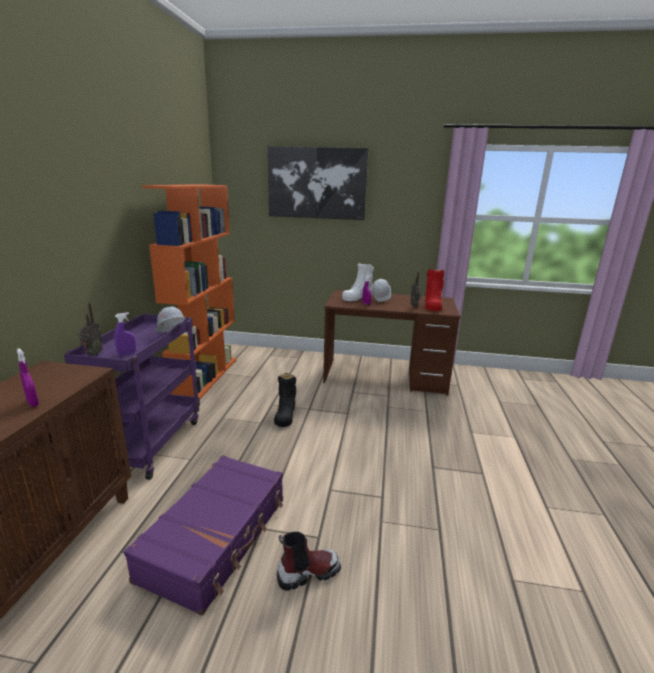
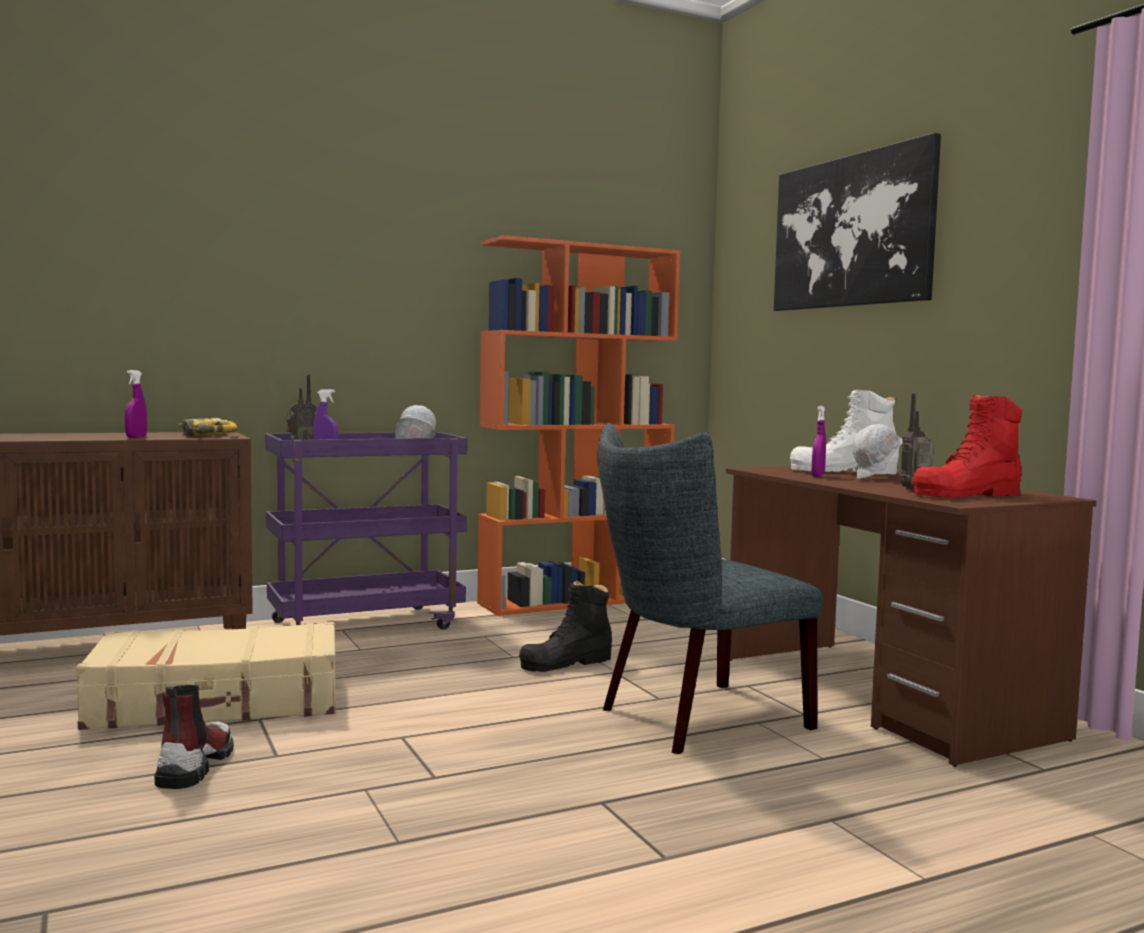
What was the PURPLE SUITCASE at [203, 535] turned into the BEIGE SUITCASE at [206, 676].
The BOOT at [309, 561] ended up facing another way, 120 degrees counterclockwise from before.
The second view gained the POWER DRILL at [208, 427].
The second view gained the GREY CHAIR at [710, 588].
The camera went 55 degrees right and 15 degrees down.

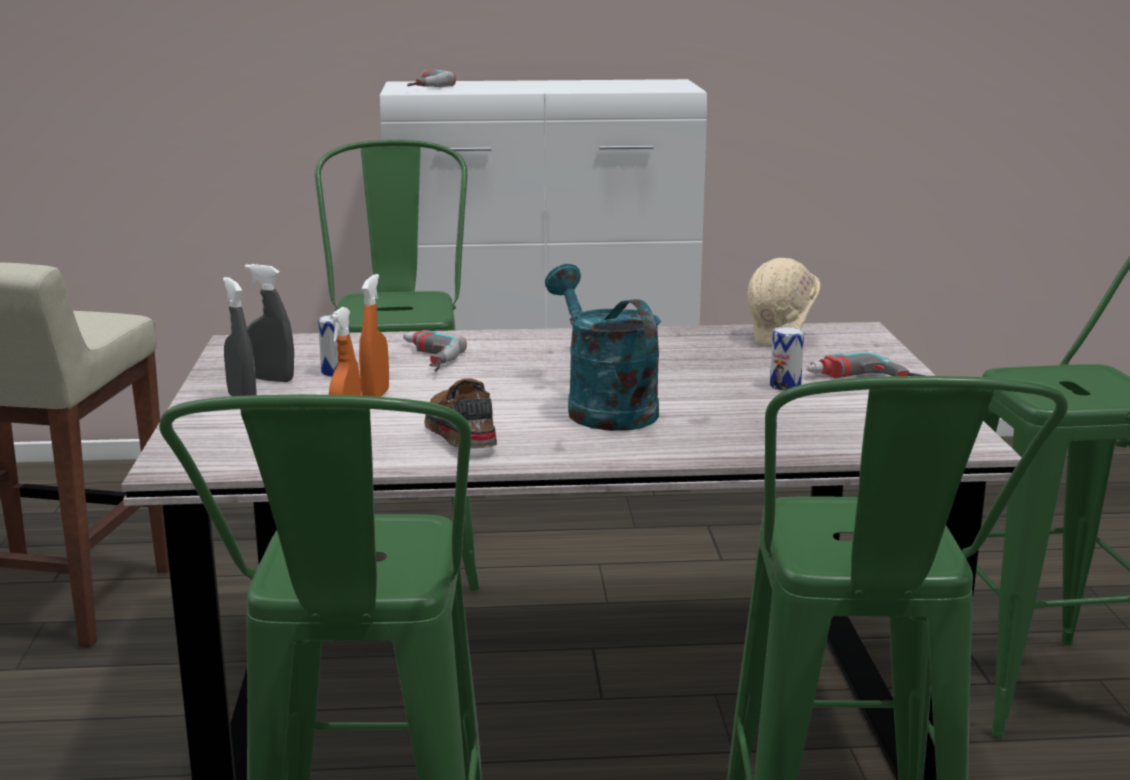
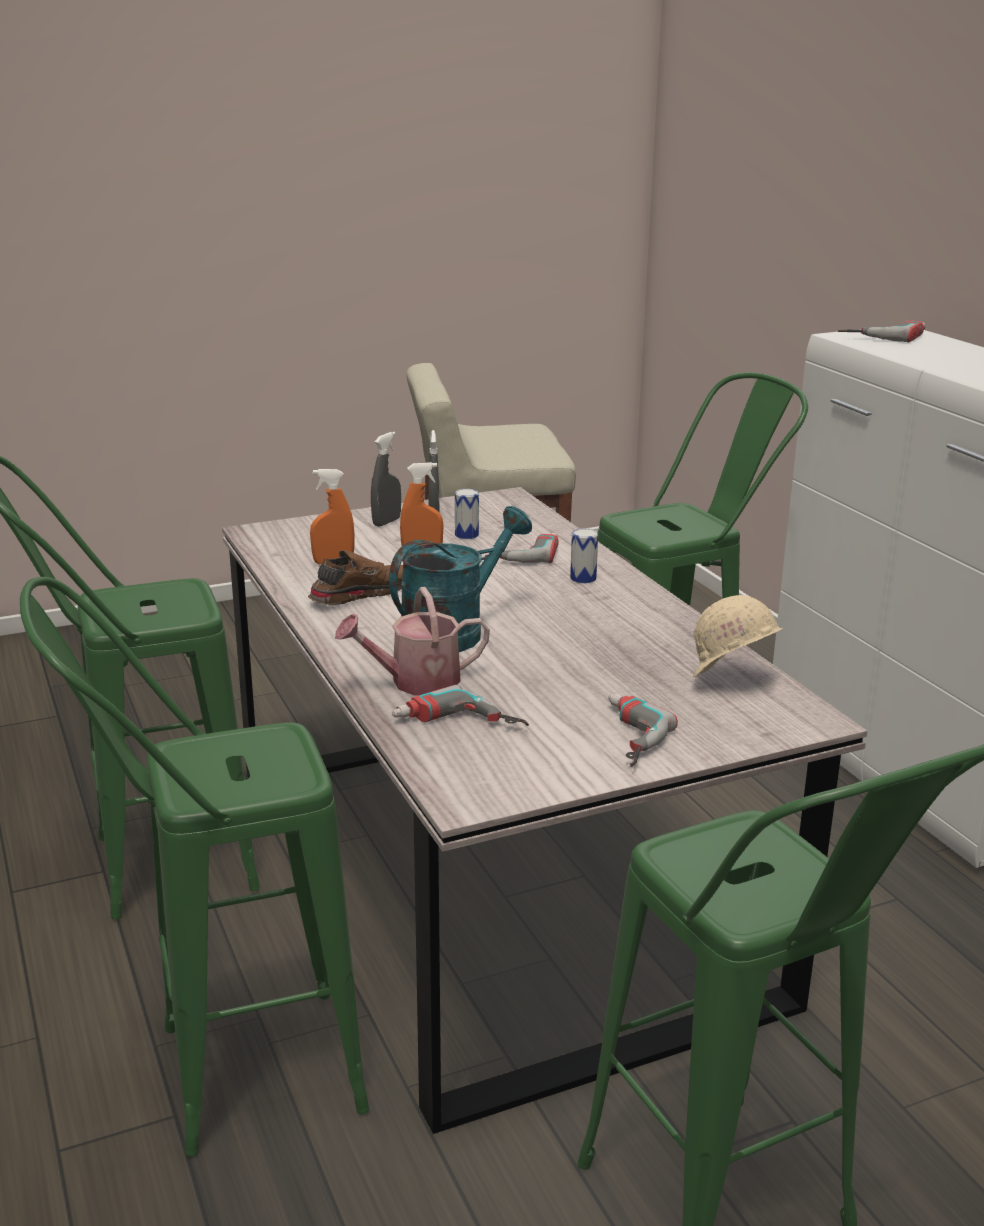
The CAN ended up elsewhere, having gone from [787, 358] to [584, 555].
The second view gained the WATERING CAN at [412, 641].
The second view gained the POWER DRILL at [460, 705].
The camera went 70 degrees right and 5 degrees up.

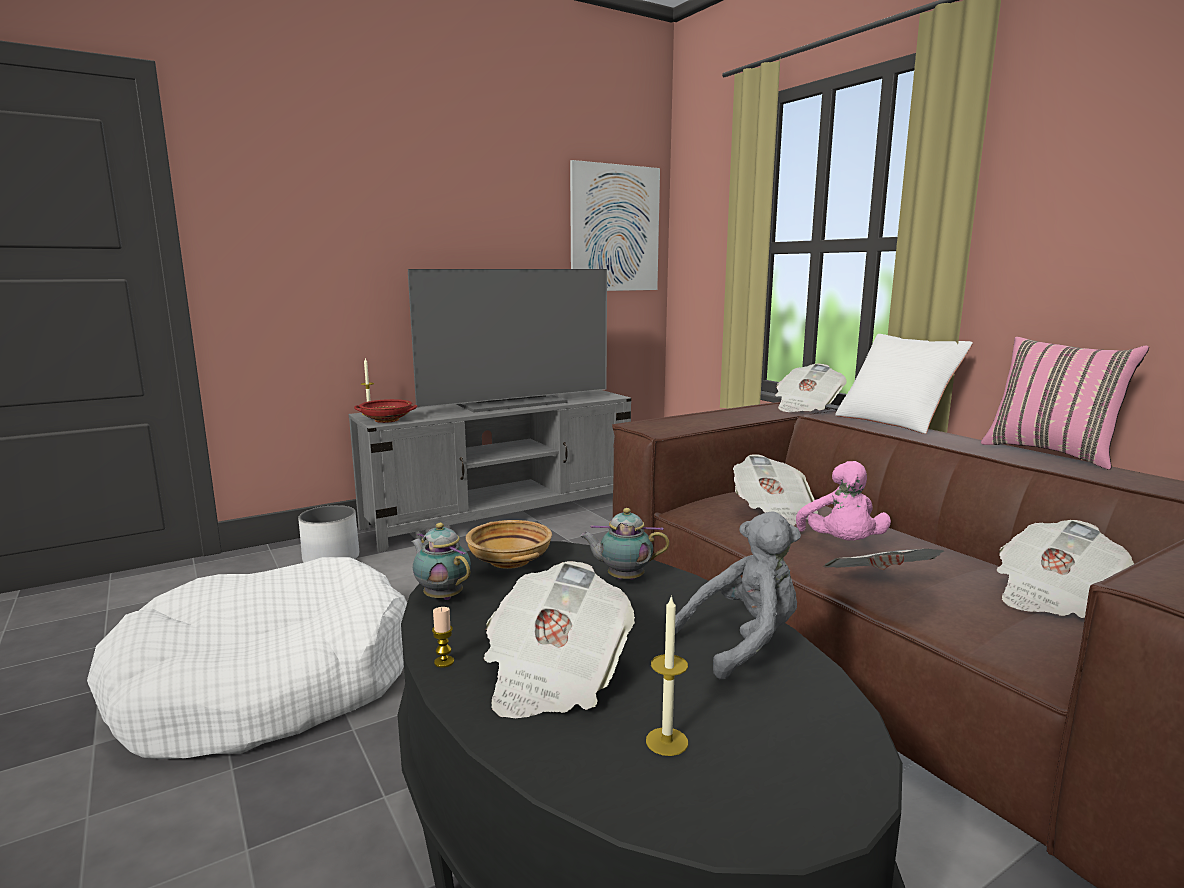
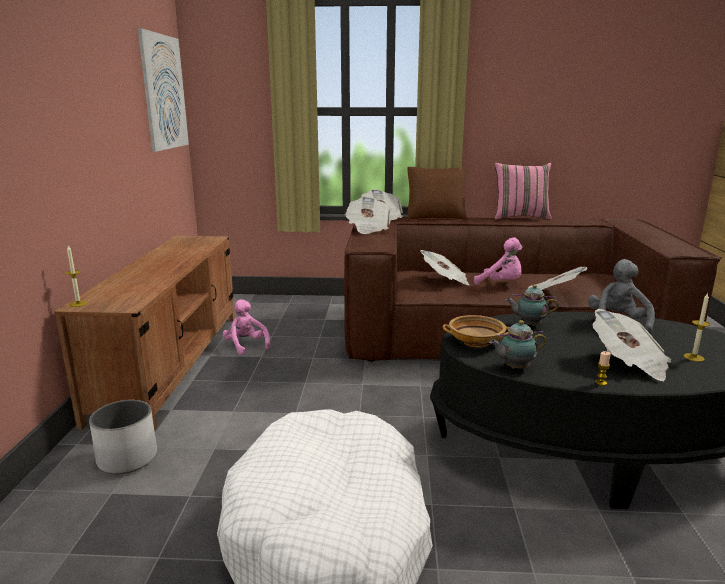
The second view lost the TELEVISION at [507, 341].
What was the WHITE PILLOW at [904, 384] turned into the BROWN PILLOW at [437, 193].
What was the GREY TV STAND at [490, 471] turned into the BROWN TV STAND at [144, 333].
The second view lost the RED BOWL at [386, 411].
The TEAPOT at [625, 544] ended up facing another way, 60 degrees clockwise from before.
The NEWSPAPER ended up elsewhere, having gone from [1065, 569] to [368, 215].
The second view gained the PINK PLUSH TOY at [246, 327].
The camera went 55 degrees left and 5 degrees up.

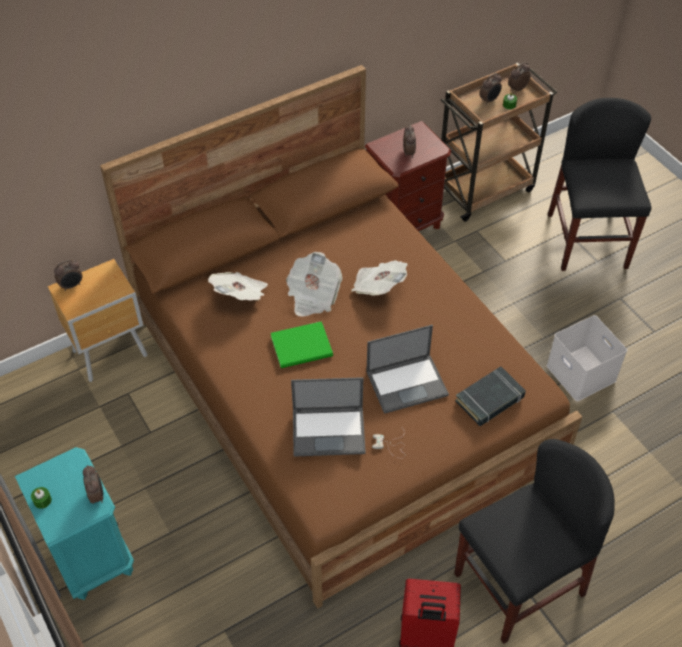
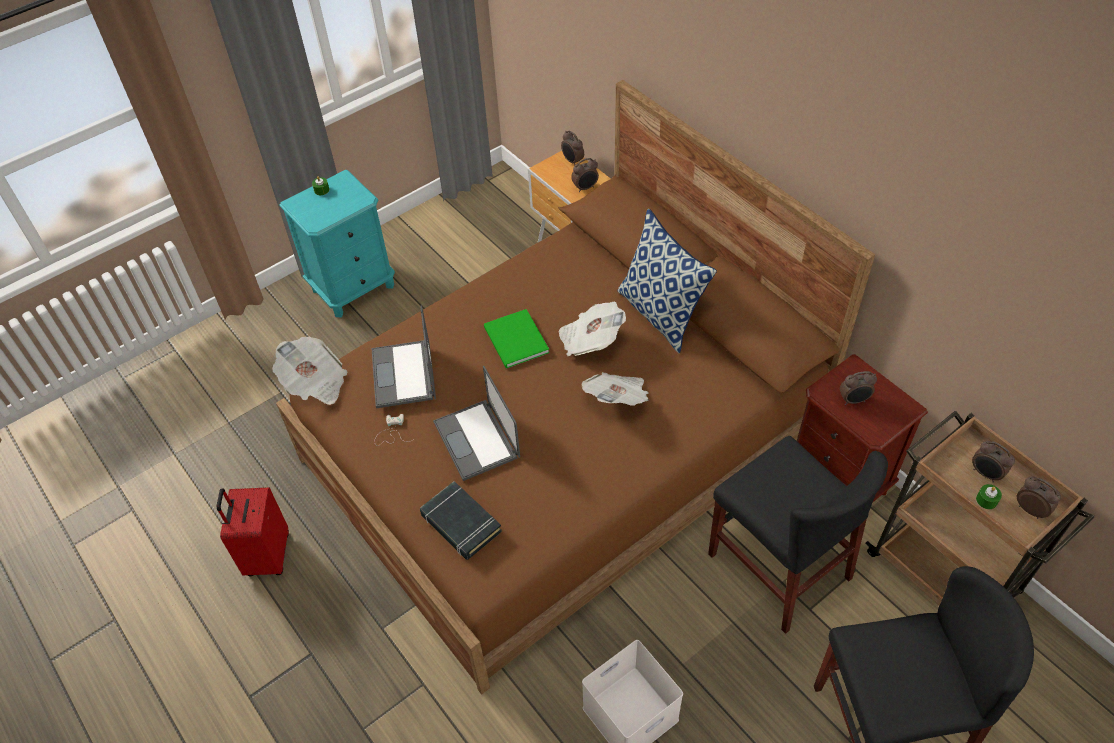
The NEWSPAPER ended up elsewhere, having gone from [238, 286] to [310, 371].
The BLACK CHAIR ended up elsewhere, having gone from [534, 541] to [798, 535].
The ALARM CLOCK ended up elsewhere, having gone from [93, 484] to [585, 175].
The second view gained the PILLOW at [667, 281].
The camera went 85 degrees right and 0 degrees up.

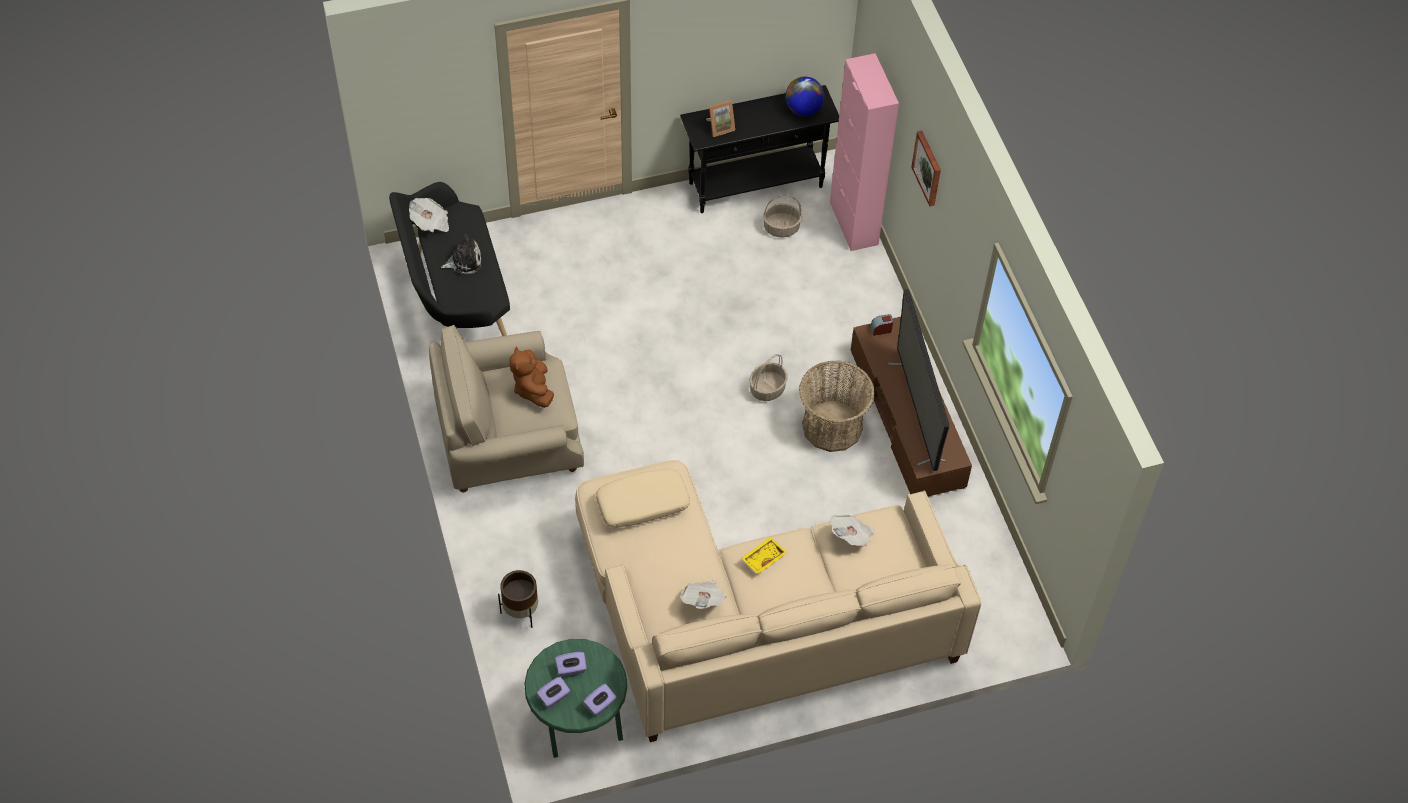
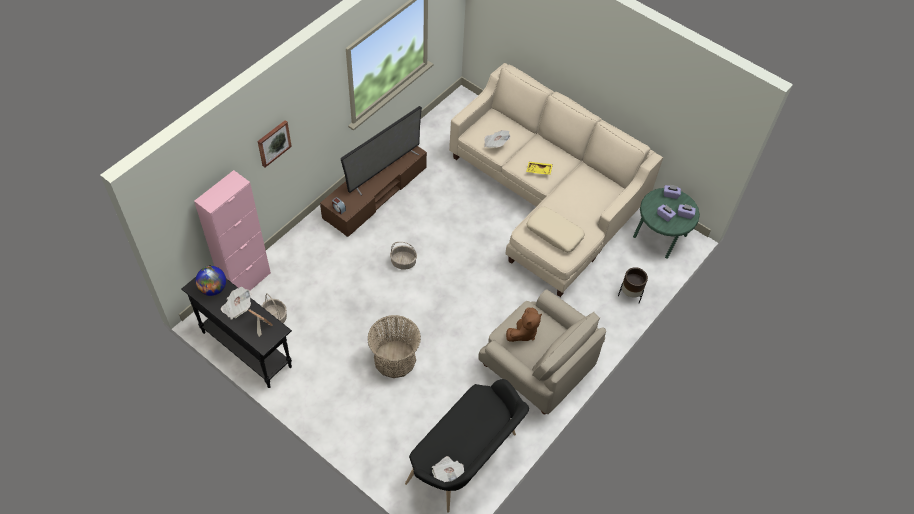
The second view lost the PLUSH TOY at [461, 254].
The BASKET ended up elsewhere, having gone from [837, 406] to [394, 346].
The NEWSPAPER ended up elsewhere, having gone from [703, 594] to [236, 303].
The camera went 125 degrees left and 0 degrees up.

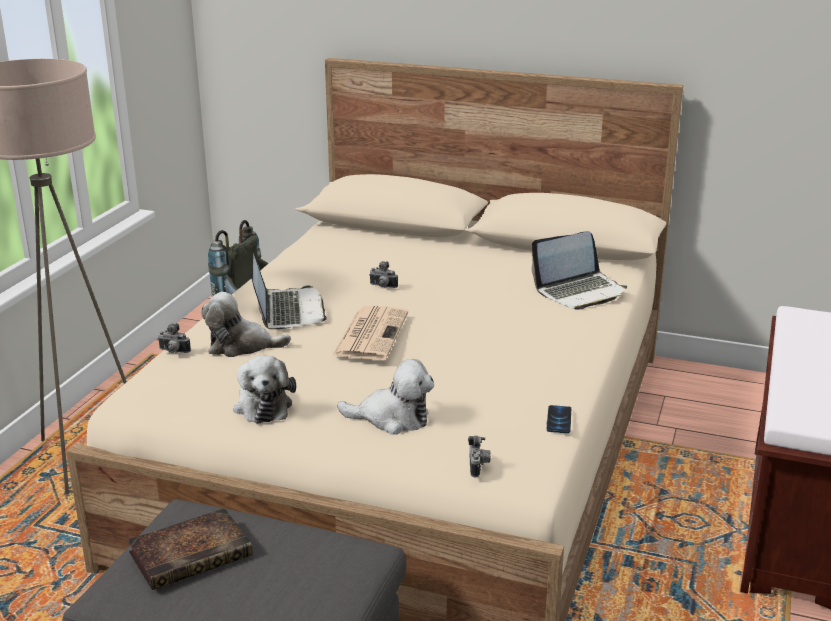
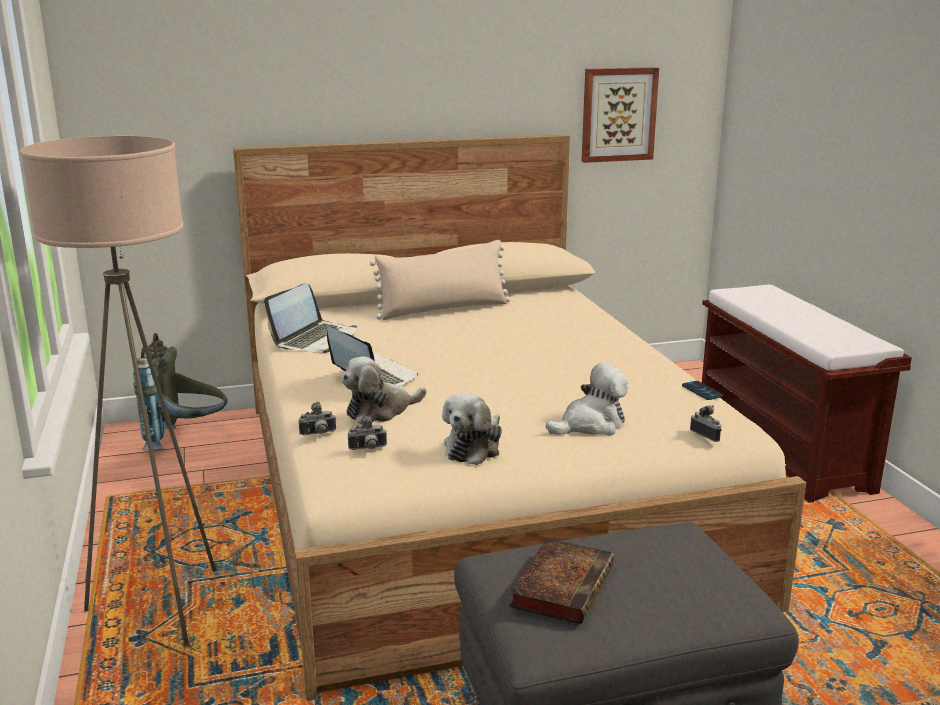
The LAPTOP ended up elsewhere, having gone from [579, 270] to [310, 318].
The PHOTO CAMERA ended up elsewhere, having gone from [383, 274] to [367, 432].
The second view lost the NEWSPAPER at [370, 333].
The PLUSH TOY at [264, 389] ended up facing another way, 75 degrees clockwise from before.
The second view gained the PICTURE at [620, 115].
The second view gained the BEIGE PILLOW at [440, 280].
The camera went 35 degrees left and 5 degrees down.

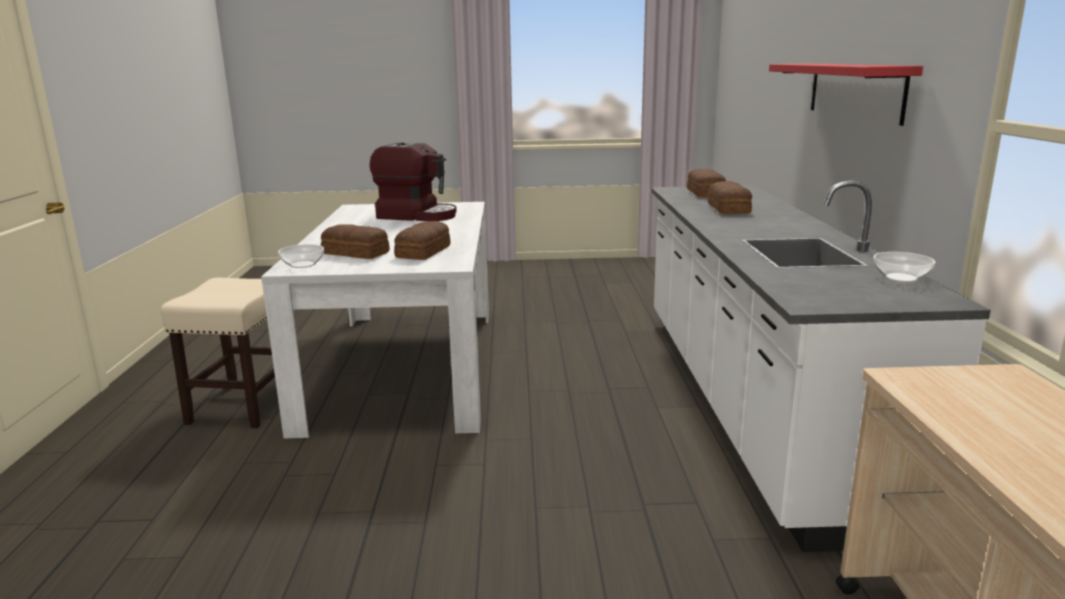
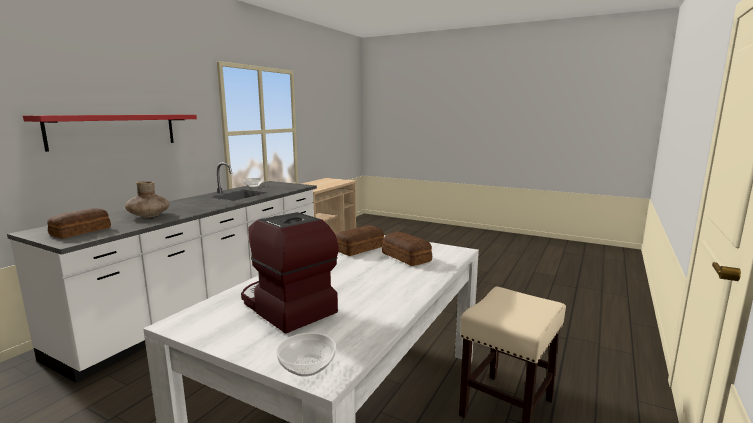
Where the BREAD stood at [730, 197], the BROWN VASE came to stand at [147, 199].
The BOWL ended up elsewhere, having gone from [301, 256] to [306, 354].
The camera went 150 degrees left and 5 degrees down.

